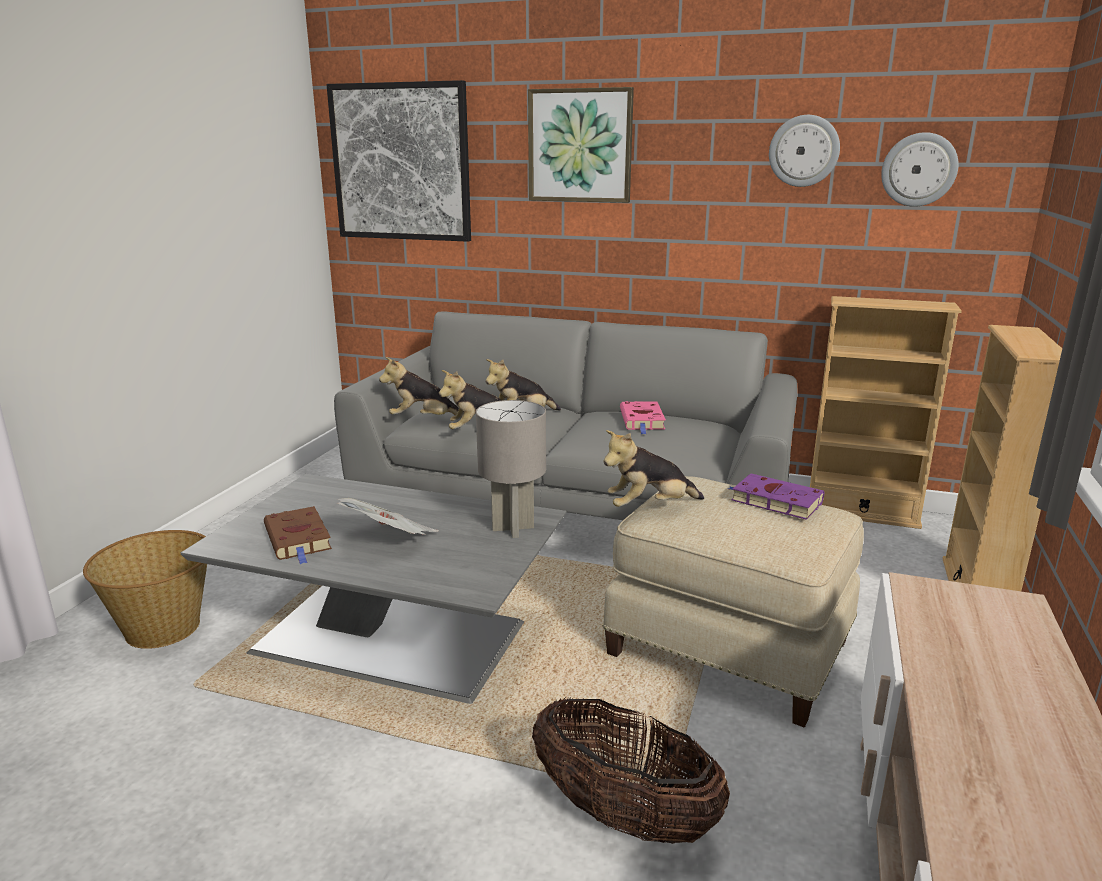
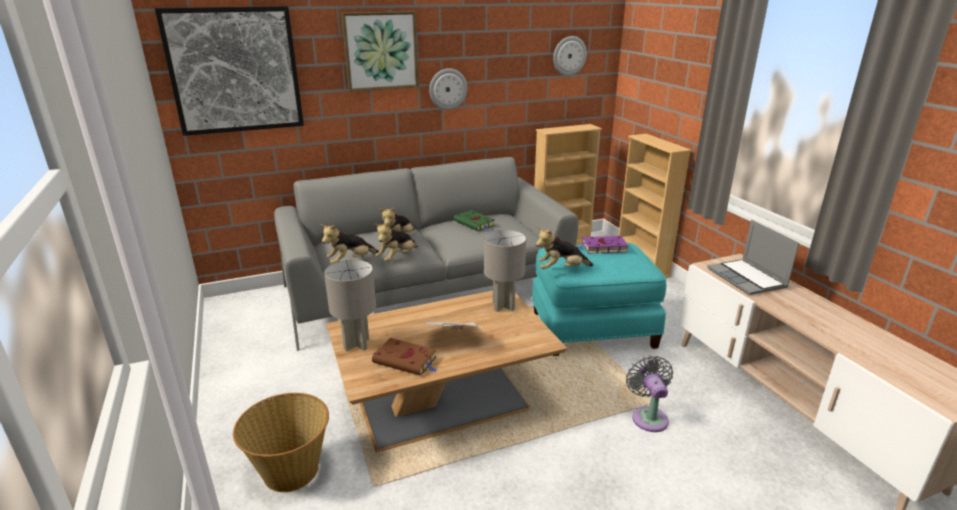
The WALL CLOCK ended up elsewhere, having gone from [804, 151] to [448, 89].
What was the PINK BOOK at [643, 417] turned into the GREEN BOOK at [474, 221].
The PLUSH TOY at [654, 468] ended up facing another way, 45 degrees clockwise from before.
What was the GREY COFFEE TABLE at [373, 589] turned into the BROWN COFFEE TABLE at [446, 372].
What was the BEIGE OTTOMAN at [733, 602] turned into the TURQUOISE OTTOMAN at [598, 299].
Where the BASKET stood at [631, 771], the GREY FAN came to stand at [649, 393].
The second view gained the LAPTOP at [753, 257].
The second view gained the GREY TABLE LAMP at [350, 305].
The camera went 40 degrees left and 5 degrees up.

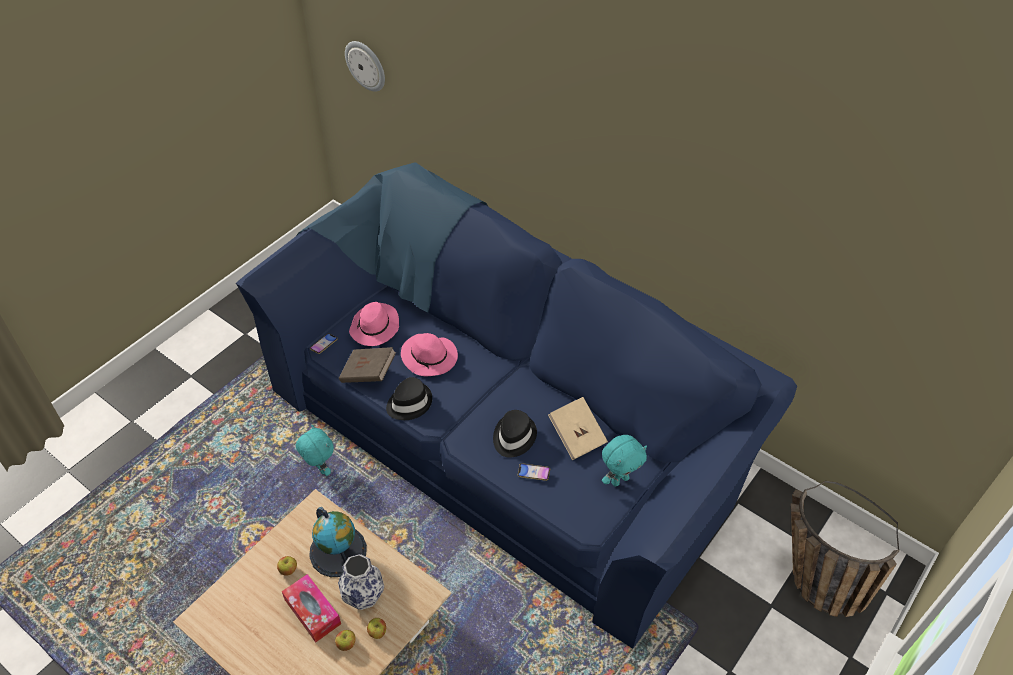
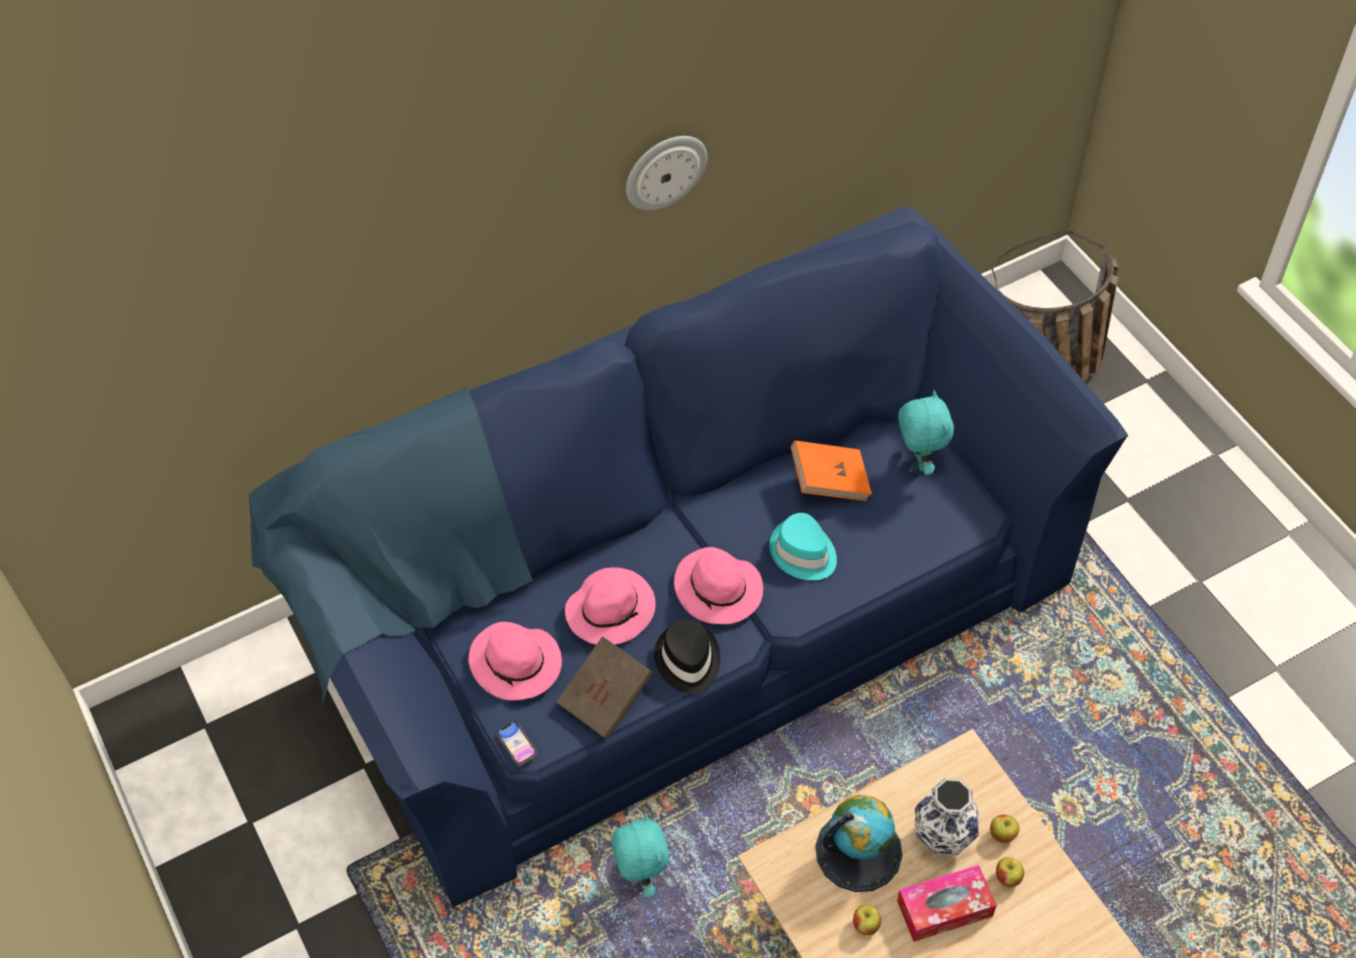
The WALL CLOCK ended up elsewhere, having gone from [365, 66] to [666, 173].
What was the BEIGE BOOK at [578, 428] turned into the ORANGE BOOK at [831, 471].
What was the BLACK HAT at [515, 434] turned into the TURQUOISE HAT at [803, 546].
The TURQUOISE PLUSH TOY at [315, 450] ended up facing another way, 90 degrees clockwise from before.
The second view lost the PHONE at [534, 472].
The second view gained the PINK HAT at [718, 585].
The camera went 65 degrees left and 5 degrees up.

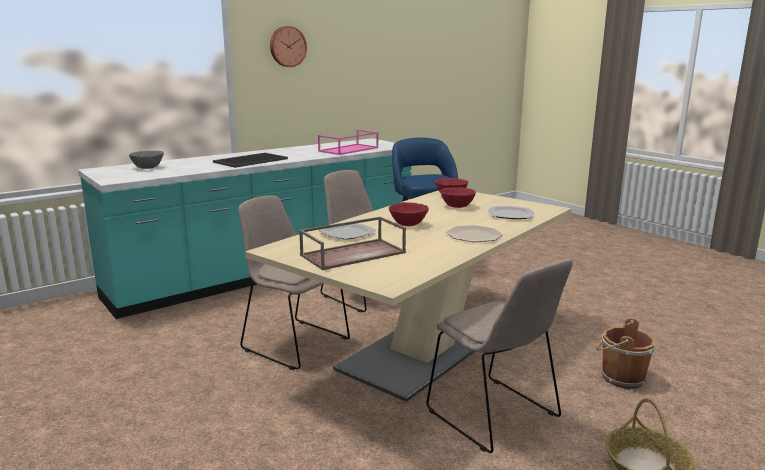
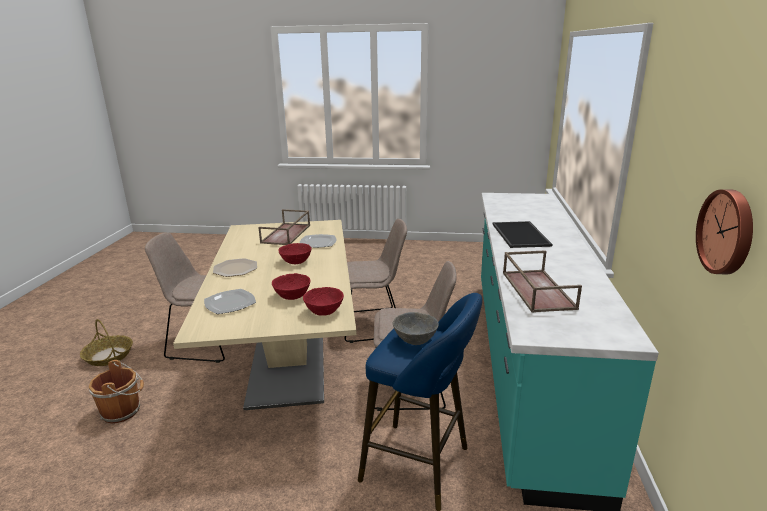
The WALL CLOCK ended up elsewhere, having gone from [288, 46] to [724, 232].
What was the PINK TRAY at [348, 142] turned into the BROWN TRAY at [542, 281].
The GREY BOWL ended up elsewhere, having gone from [146, 160] to [416, 328].
The camera went 135 degrees right and 5 degrees up.

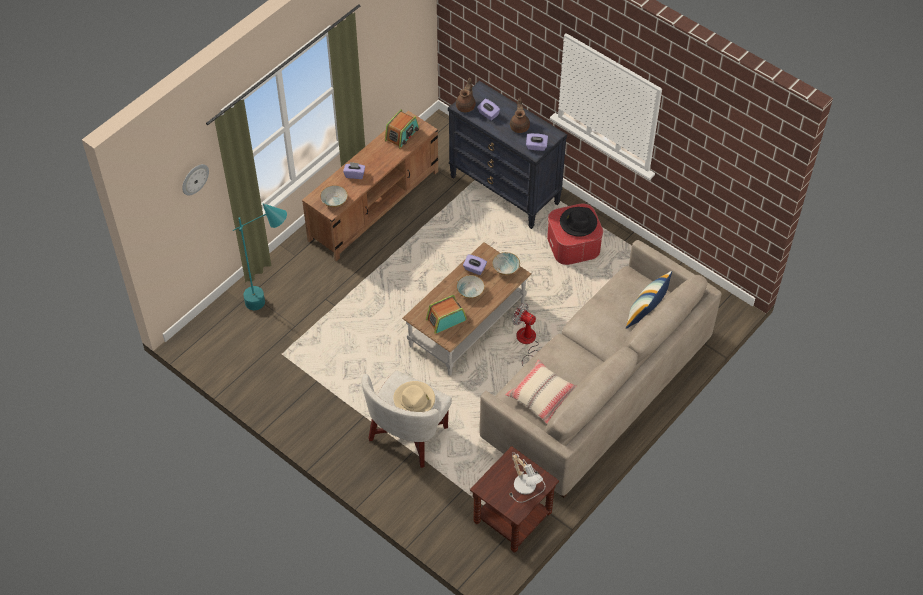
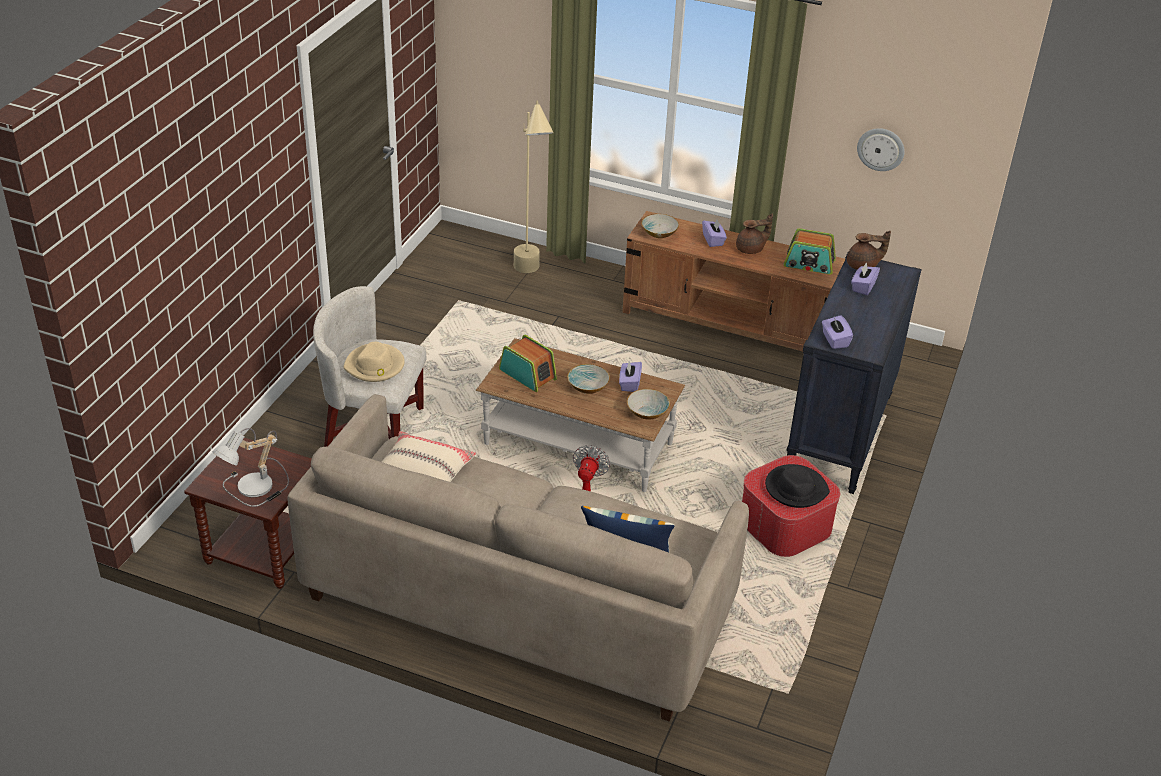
The BROWN TEAPOT ended up elsewhere, having gone from [520, 115] to [754, 234].
The WALL CLOCK ended up elsewhere, having gone from [195, 180] to [881, 149].
What was the TURQUOISE FLOOR LAMP at [260, 257] turned into the BEIGE FLOOR LAMP at [534, 186].
The camera went 70 degrees right and 15 degrees down.

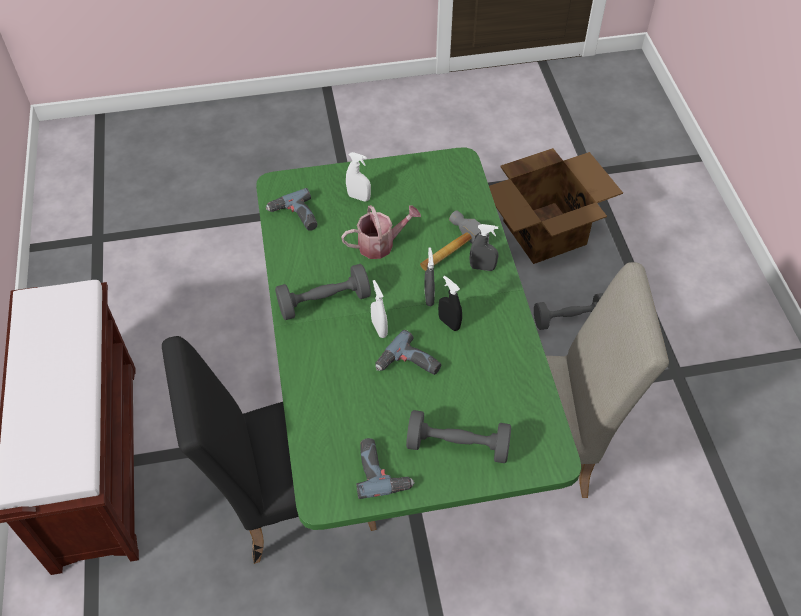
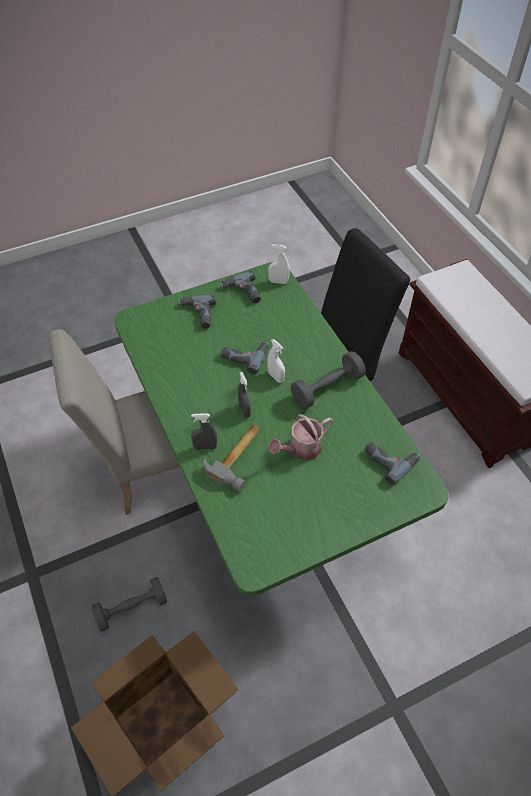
The WHITE SPRAY BOTTLE ended up elsewhere, having gone from [358, 177] to [279, 264].
The second view lost the BLACK SPRAY BOTTLE at [450, 303].
Where the GREY DUMBBELL stood at [458, 436], the POWER DRILL came to stand at [197, 312].
The camera went 165 degrees right and 0 degrees up.

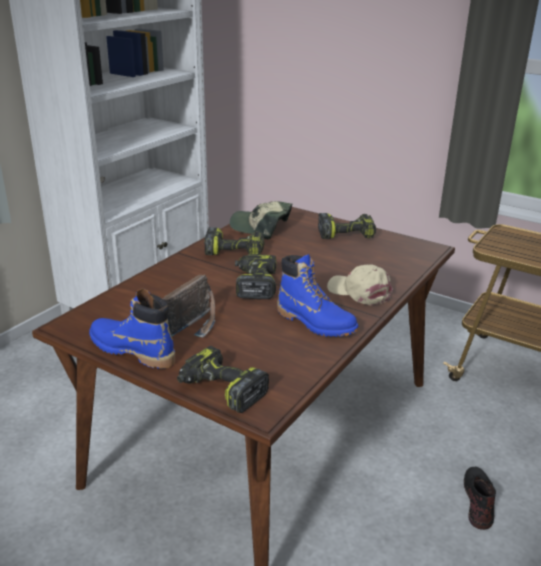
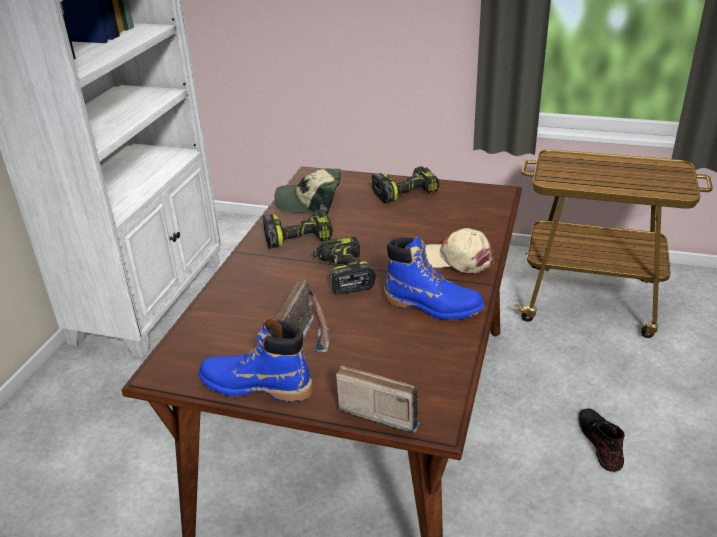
Where the POWER DRILL stood at [223, 379], the RADIO came to stand at [378, 399].
The camera went 15 degrees left and 5 degrees up.

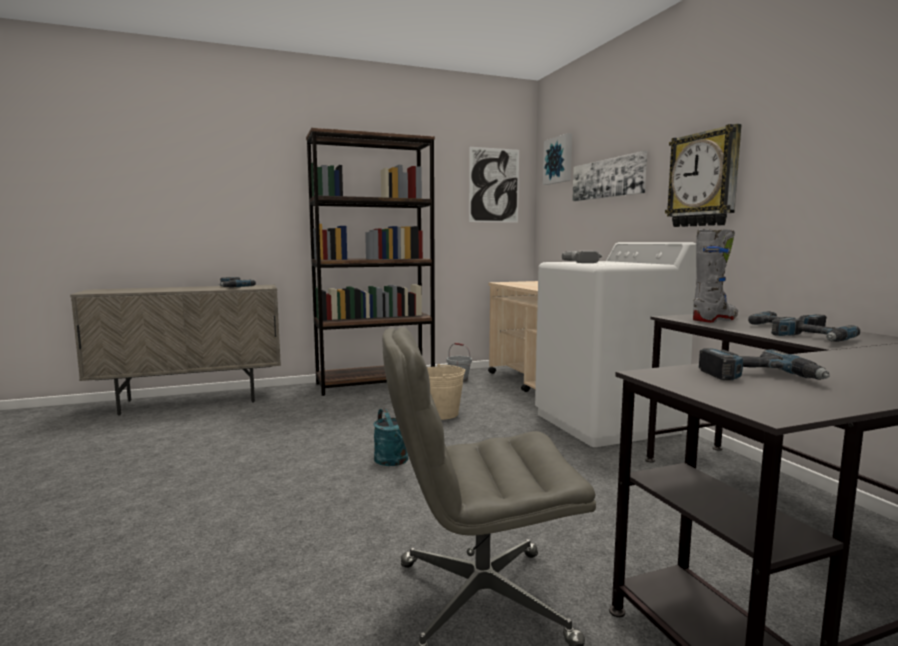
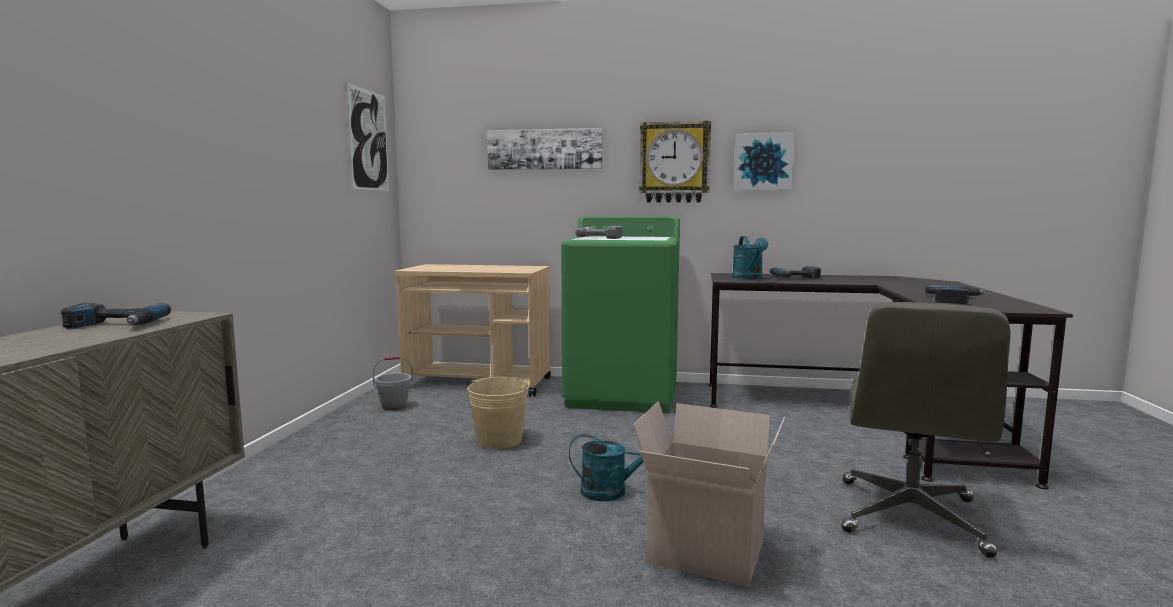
The second view lost the BROWN BOOKCASE at [370, 261].
The PICTURE ended up elsewhere, having gone from [557, 159] to [764, 161].
Where the GREY BOOT stood at [715, 276], the TURQUOISE WATERING CAN came to stand at [750, 258].
What was the WHITE WASHING MACHINE at [615, 344] turned into the GREEN WASHING MACHINE at [620, 314].
The second view lost the POWER DRILL at [815, 329].
The second view gained the CARDBOARD BOX at [709, 494].
The camera went 60 degrees left and 0 degrees up.

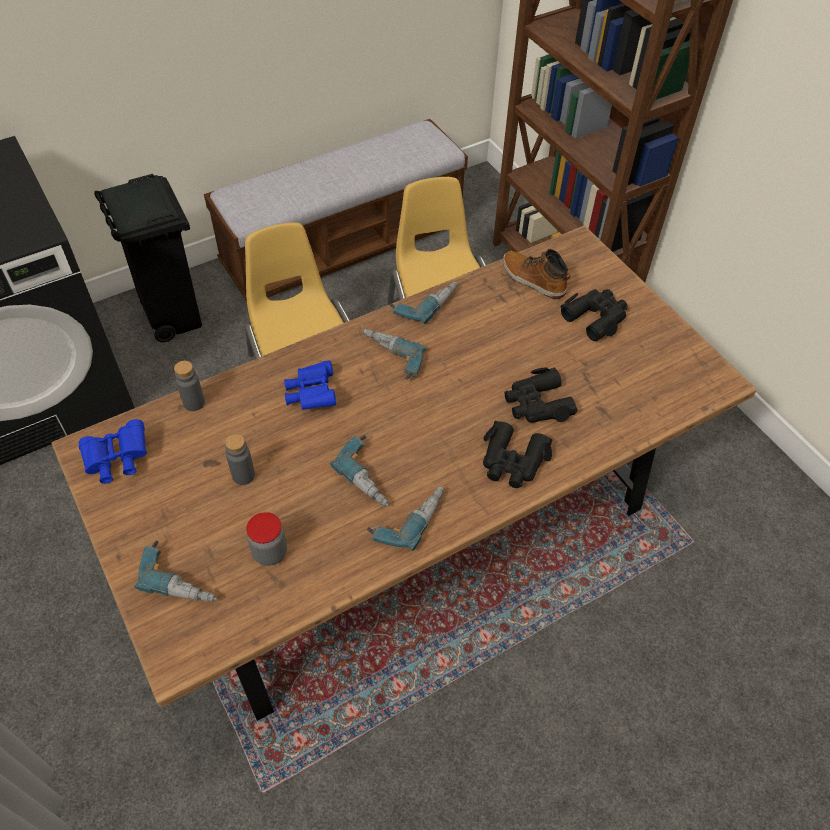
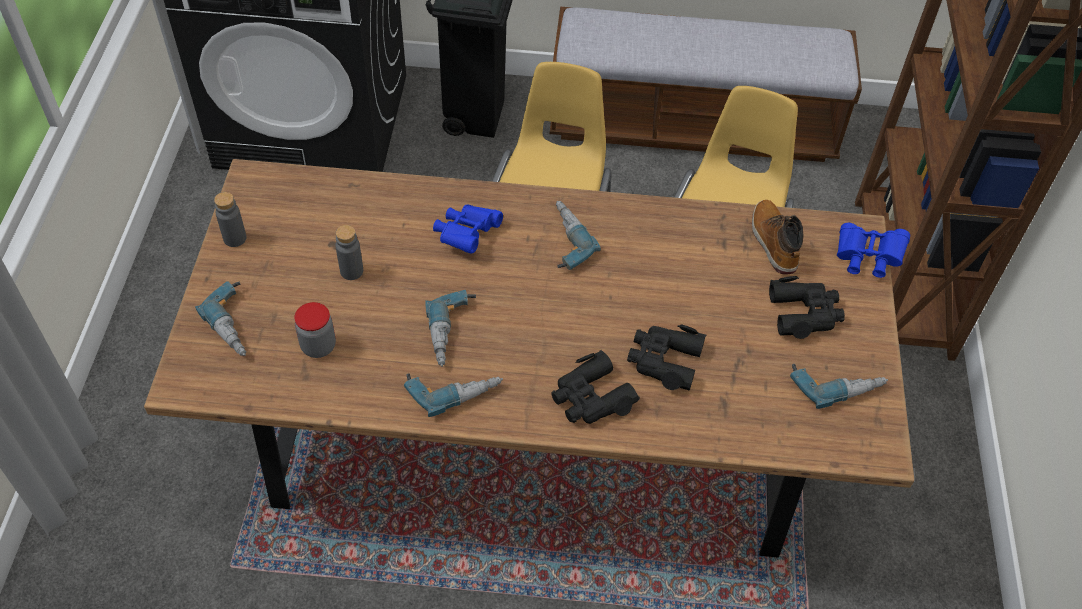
The POWER DRILL ended up elsewhere, having gone from [423, 303] to [839, 386].
The GREY BOTTLE ended up elsewhere, having gone from [189, 386] to [230, 219].
The BLUE BINOCULARS ended up elsewhere, having gone from [113, 451] to [873, 250].
The camera went 35 degrees right and 0 degrees up.

